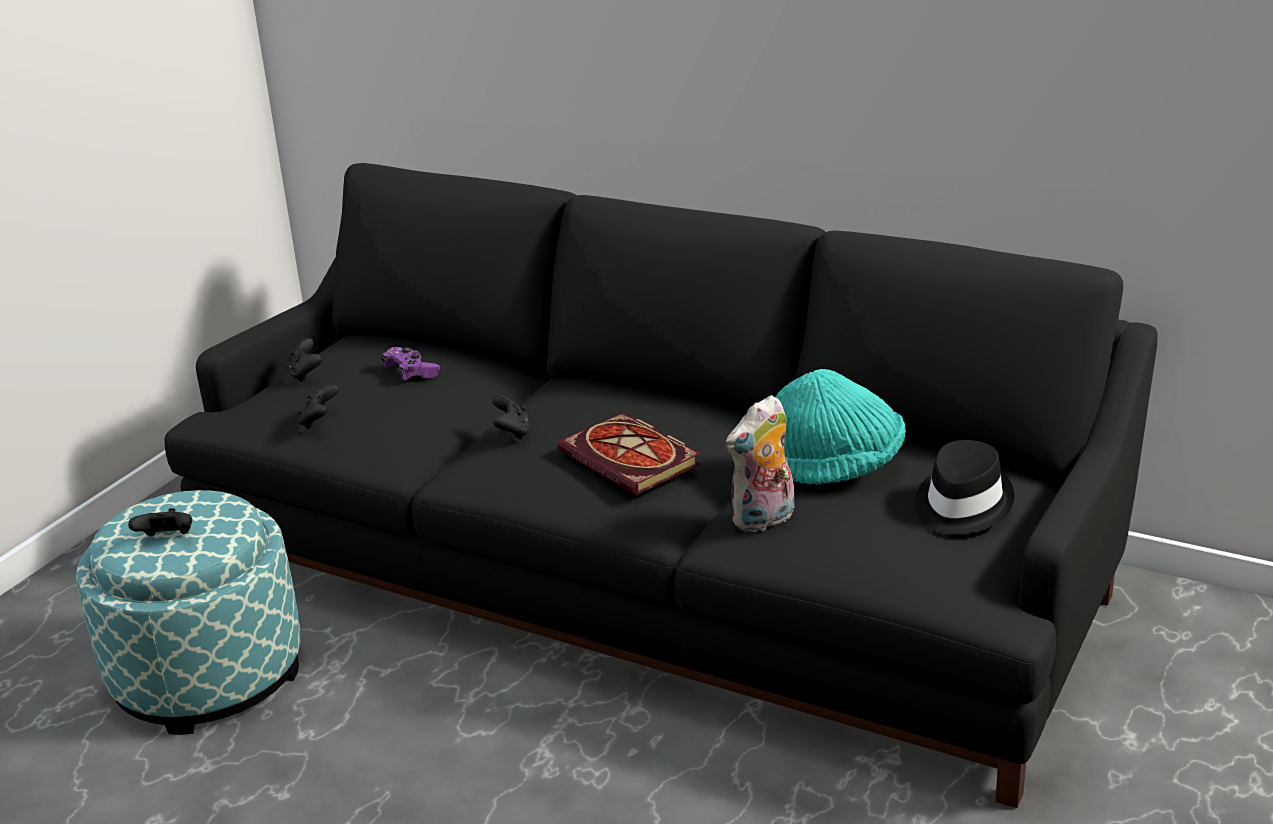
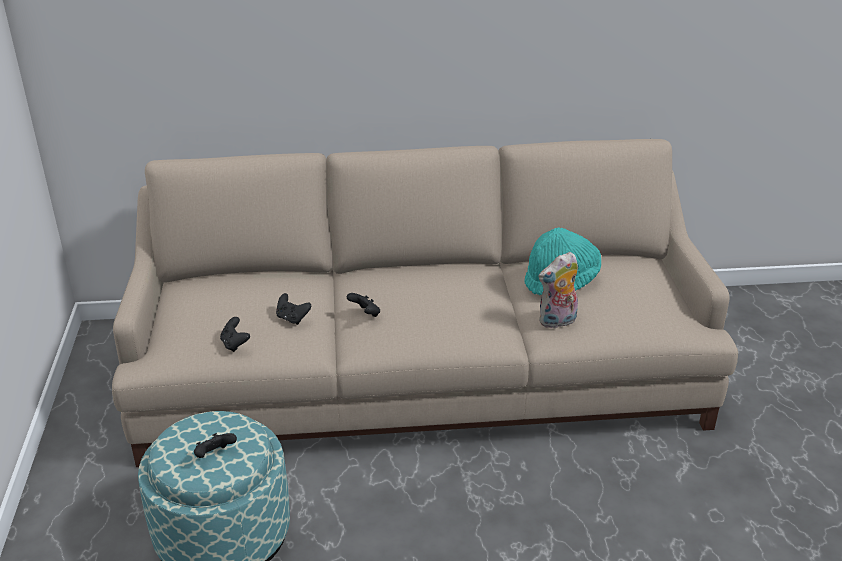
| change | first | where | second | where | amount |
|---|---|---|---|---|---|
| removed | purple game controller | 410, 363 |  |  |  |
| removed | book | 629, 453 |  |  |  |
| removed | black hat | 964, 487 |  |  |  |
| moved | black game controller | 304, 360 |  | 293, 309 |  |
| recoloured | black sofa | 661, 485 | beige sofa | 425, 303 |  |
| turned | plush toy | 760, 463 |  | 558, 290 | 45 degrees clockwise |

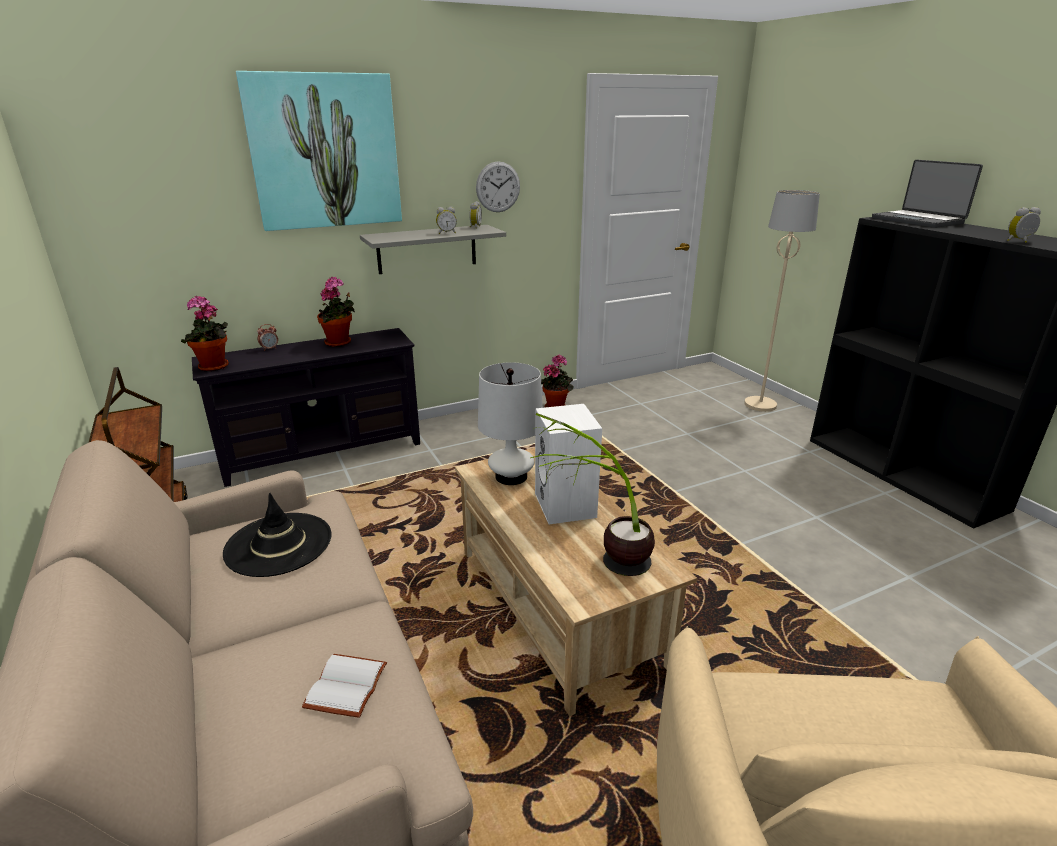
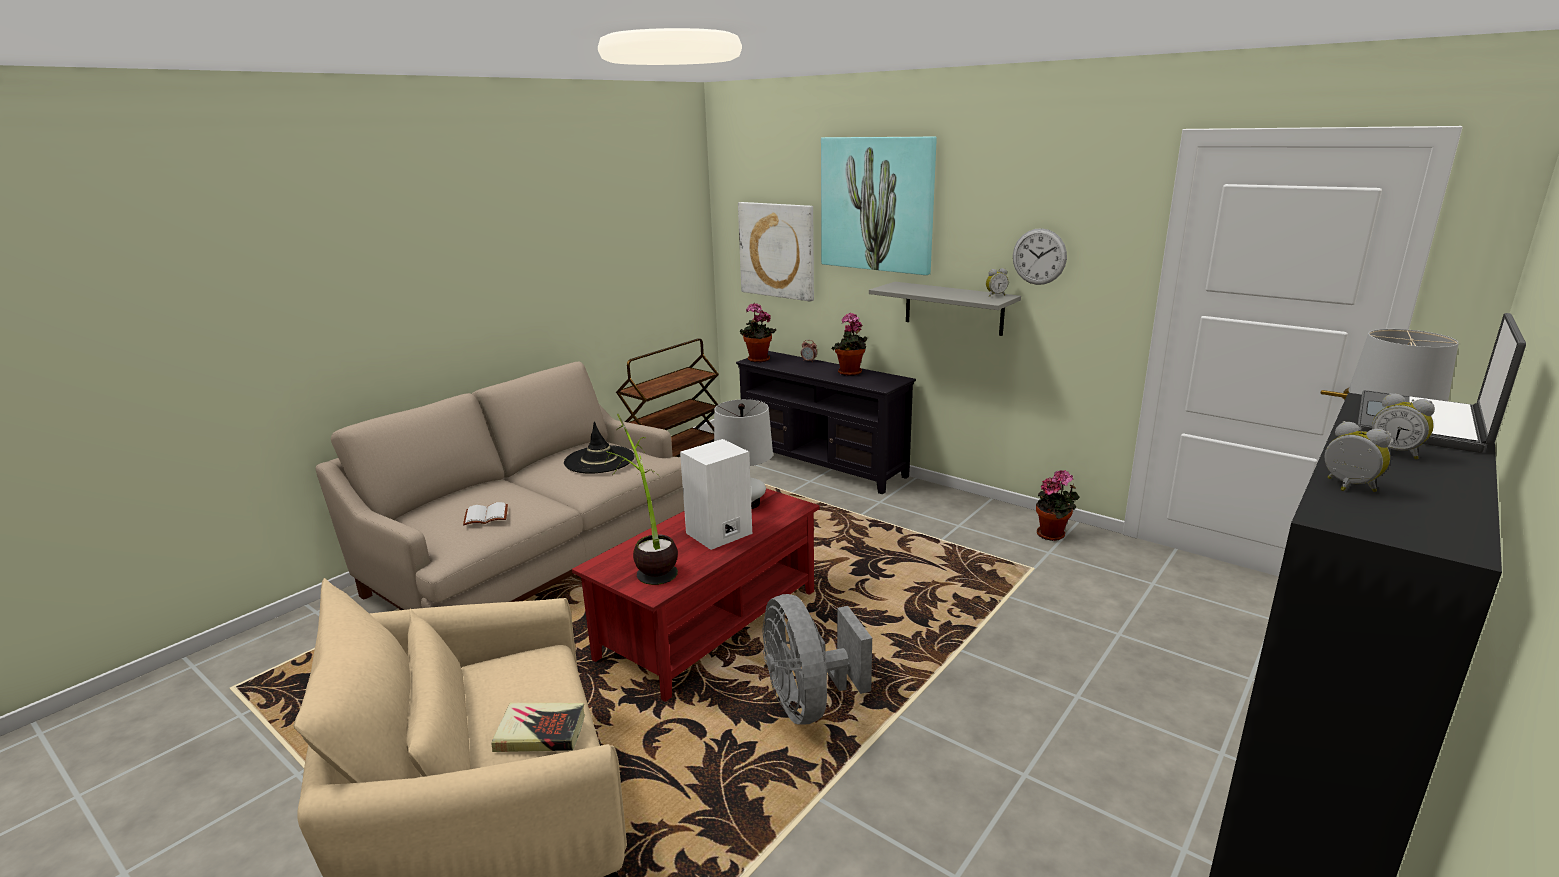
| change | first | where | second | where | amount |
|---|---|---|---|---|---|
| added |  |  | book | 538, 727 |  |
| added |  |  | picture | 776, 252 |  |
| added |  |  | grey fan | 817, 659 |  |
| moved | alarm clock | 446, 220 |  | 1403, 426 |  |
| recoloured | beige coffee table | 576, 582 | red coffee table | 696, 595 |  |

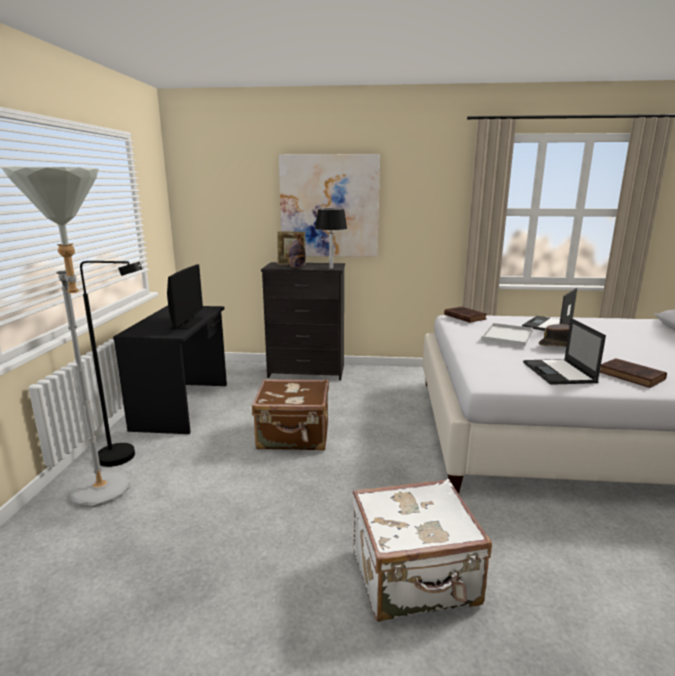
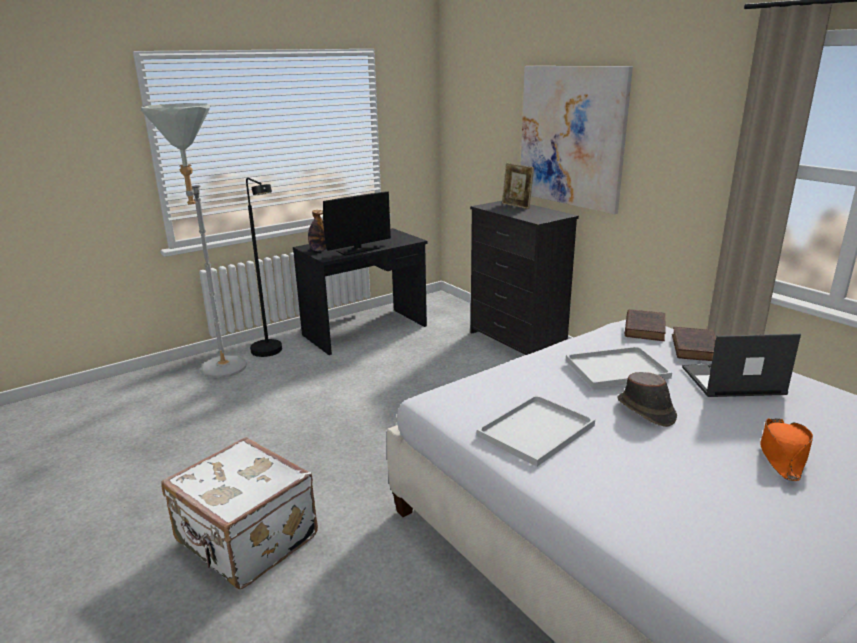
| change | first | where | second | where | amount |
|---|---|---|---|---|---|
| removed | brown suitcase | 290, 414 |  |  |  |
| removed | black table lamp | 331, 238 |  |  |  |
| added |  |  | orange hat | 786, 449 |  |
| moved | bottle | 297, 250 |  | 317, 230 |  |
| moved | brown book | 633, 373 |  | 694, 344 |  |
| replaced | laptop | 564, 351 | white tray | 536, 431 |  |

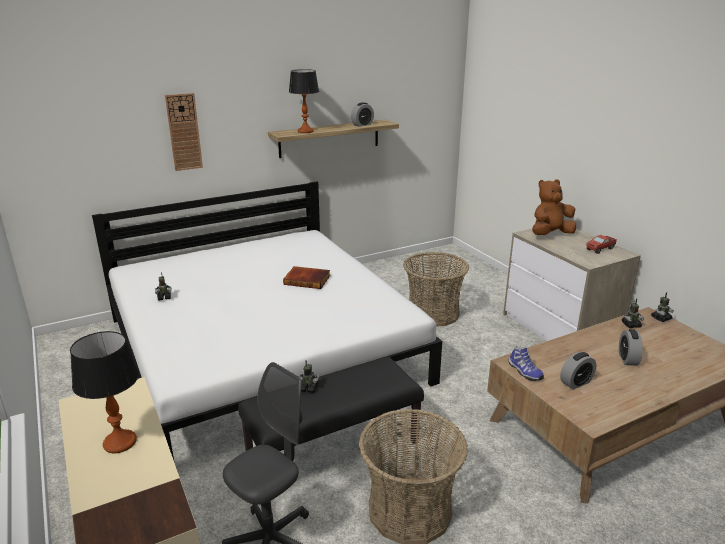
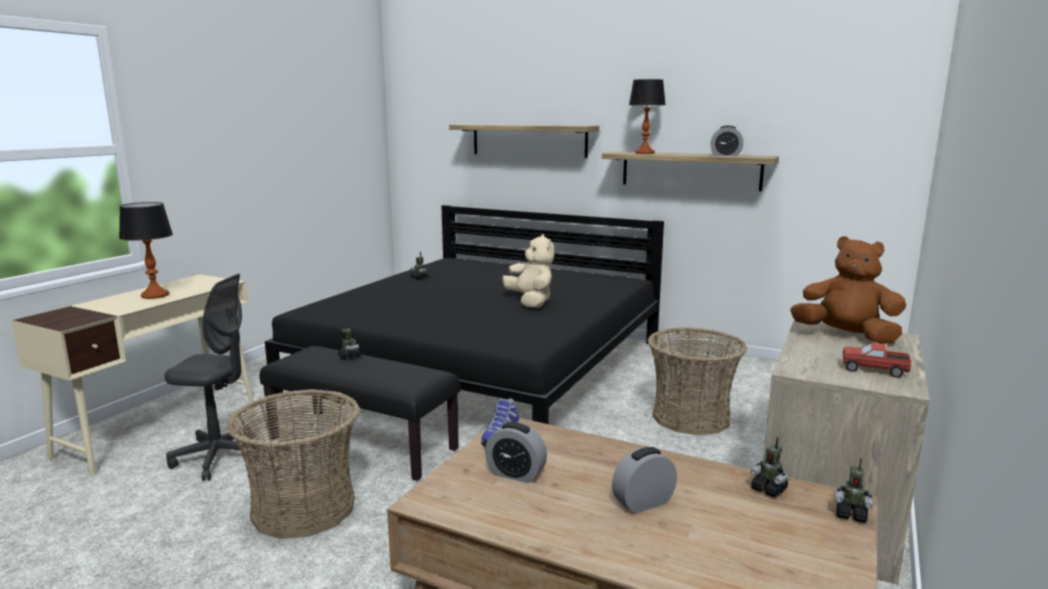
| change | first | where | second | where | amount |
|---|---|---|---|---|---|
| replaced | wall clock | 184, 132 | shelf | 524, 141 |  |
| replaced | book | 306, 277 | beige plush toy | 528, 271 |  |
| recoloured | white bed | 267, 322 | black bed | 464, 314 |  |

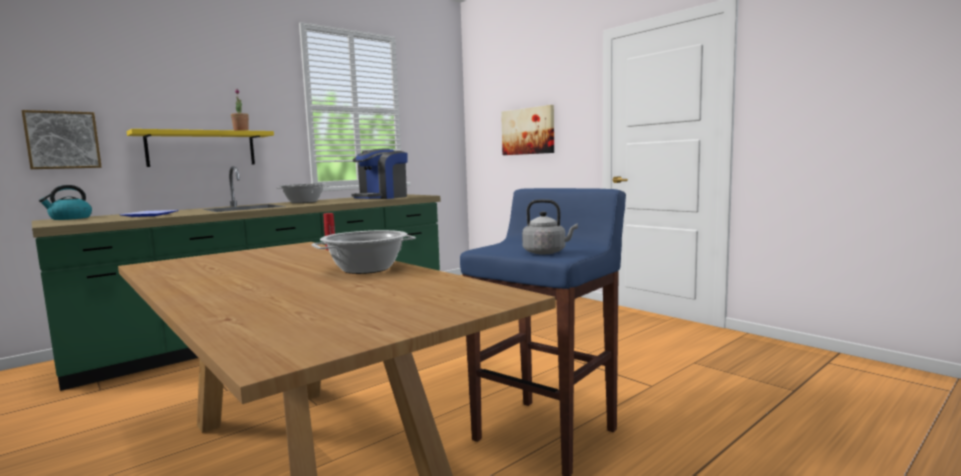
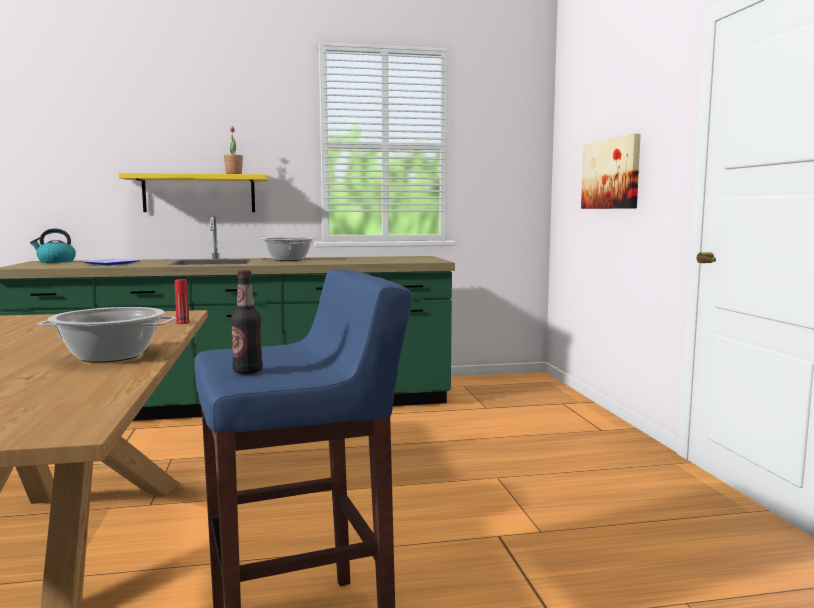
| change | first | where | second | where | amount |
|---|---|---|---|---|---|
| removed | picture | 61, 139 |  |  |  |
| removed | coffee machine | 380, 174 |  |  |  |
| replaced | grey kettle | 550, 226 | bottle | 247, 322 |  |

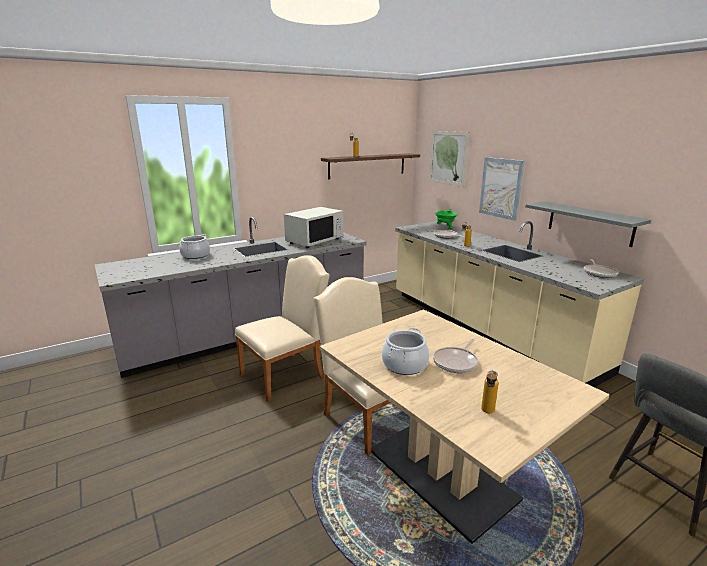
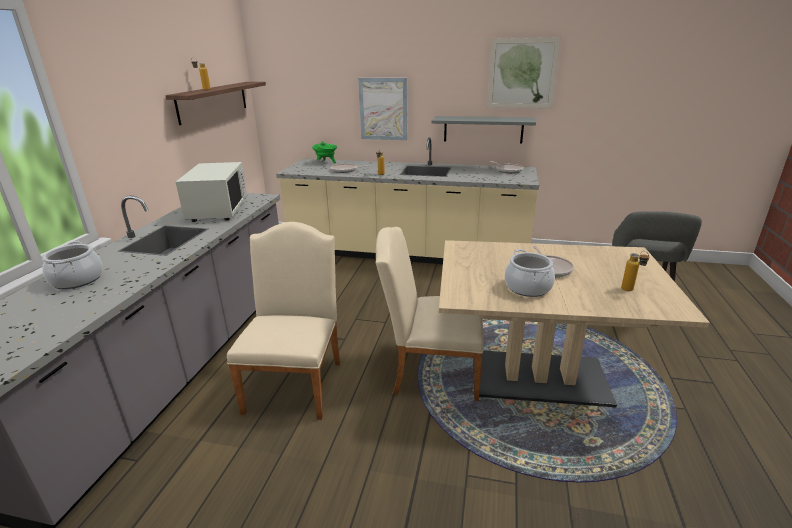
| change | first | where | second | where | amount |
|---|---|---|---|---|---|
| moved | picture | 449, 159 |  | 524, 73 |  |

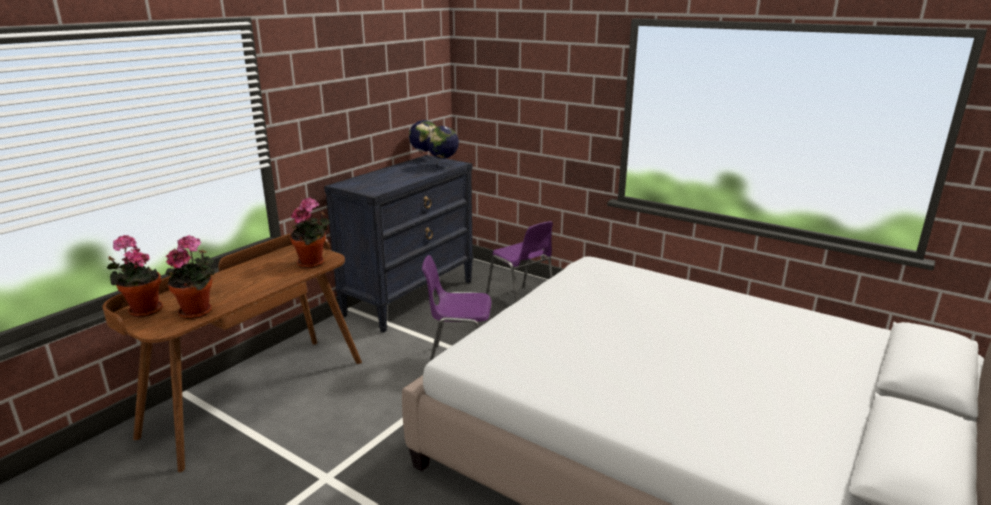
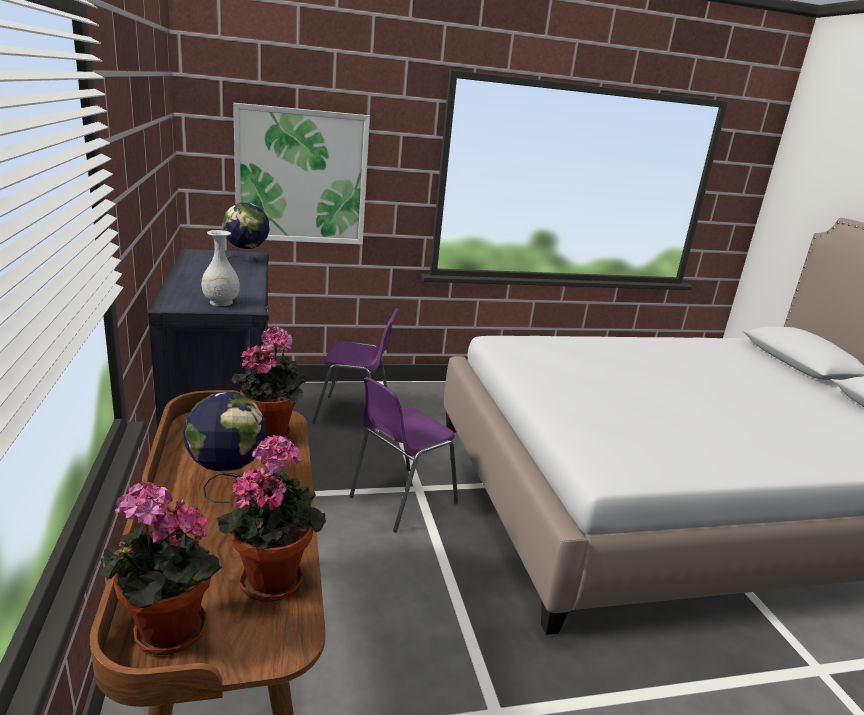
| change | first | where | second | where | amount |
|---|---|---|---|---|---|
| added |  |  | white vase | 220, 268 |  |
| added |  |  | picture | 301, 174 |  |
| moved | globe | 422, 141 |  | 224, 447 |  |

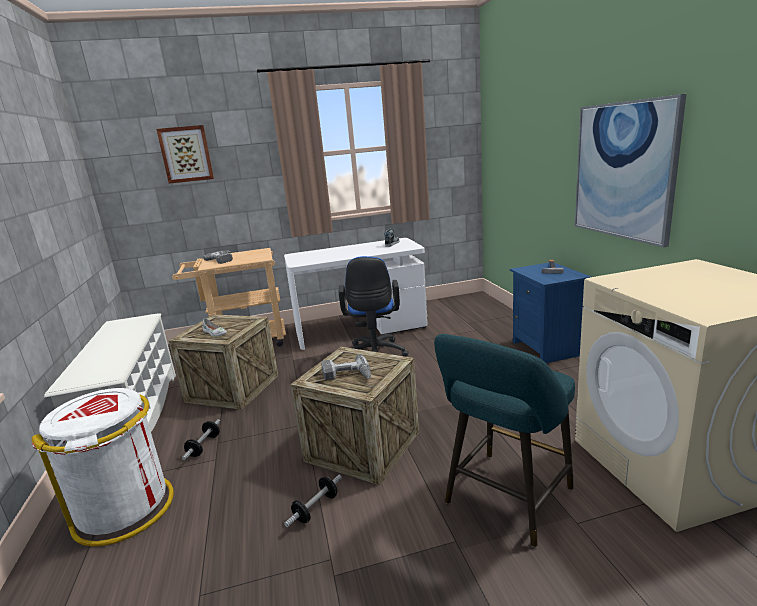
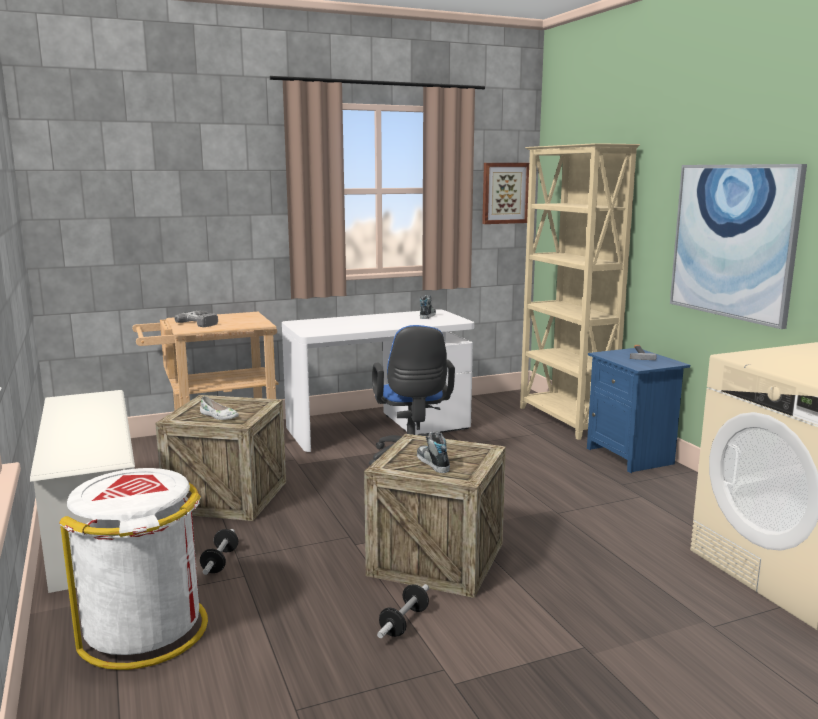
| change | first | where | second | where | amount |
|---|---|---|---|---|---|
| removed | turquoise stool | 504, 440 |  |  |  |
| added |  |  | beige bookcase | 580, 291 |  |
| moved | picture | 185, 154 |  | 505, 193 |  |
| replaced | power drill | 346, 367 | shoe | 433, 452 |  |

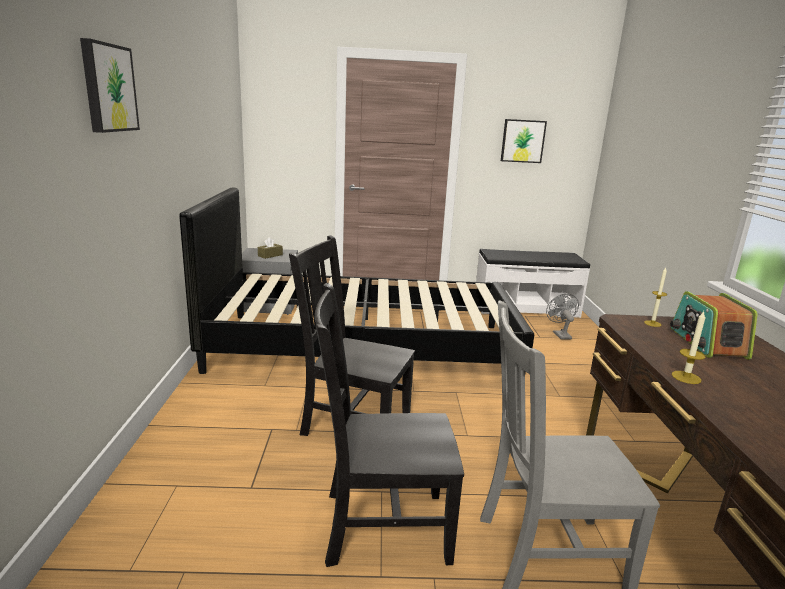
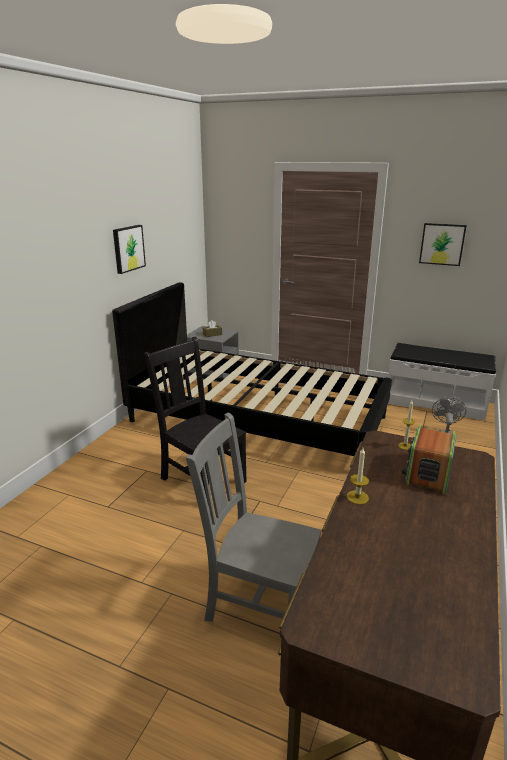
| change | first | where | second | where | amount |
|---|---|---|---|---|---|
| removed | black chair | 389, 425 |  |  |  |
| moved | picture | 110, 85 |  | 129, 249 |  |

